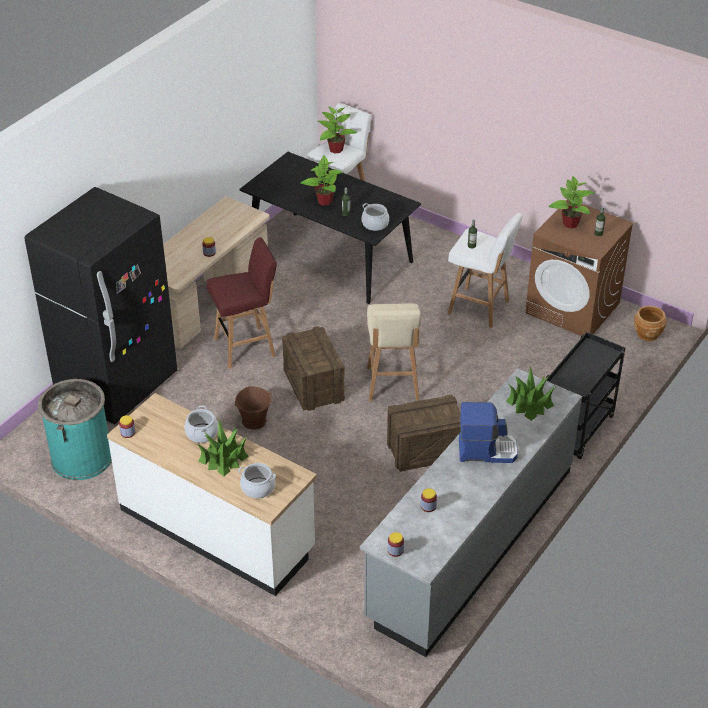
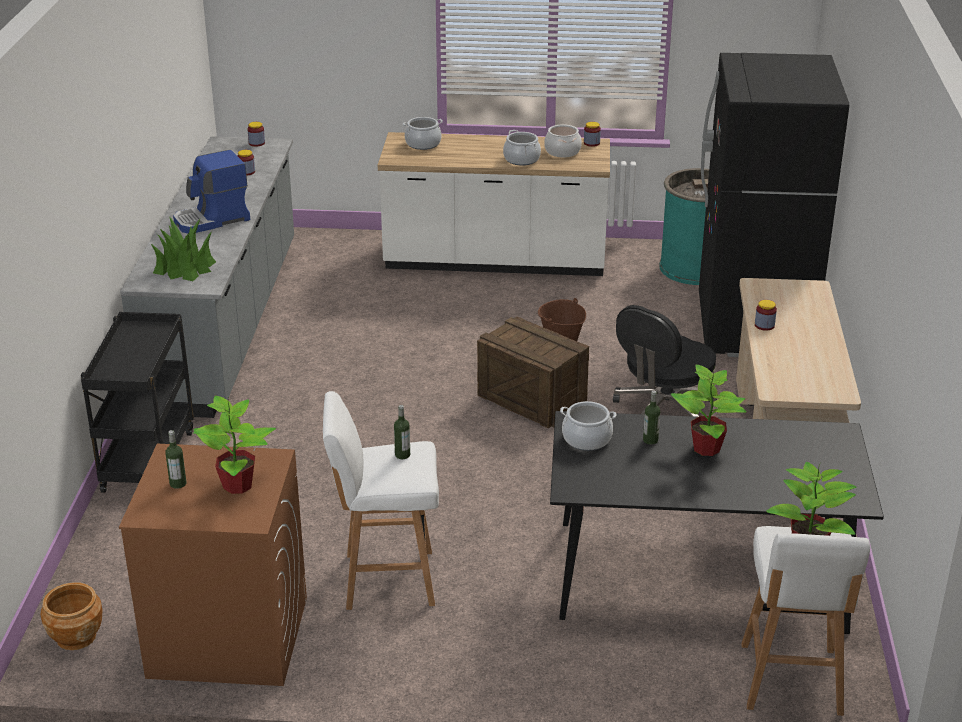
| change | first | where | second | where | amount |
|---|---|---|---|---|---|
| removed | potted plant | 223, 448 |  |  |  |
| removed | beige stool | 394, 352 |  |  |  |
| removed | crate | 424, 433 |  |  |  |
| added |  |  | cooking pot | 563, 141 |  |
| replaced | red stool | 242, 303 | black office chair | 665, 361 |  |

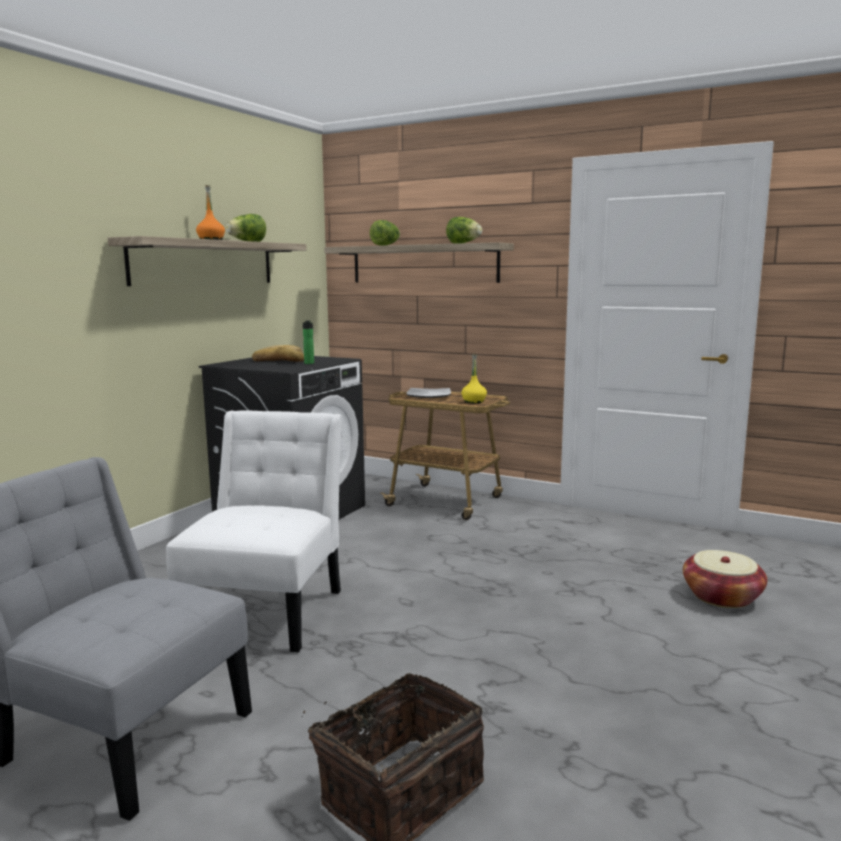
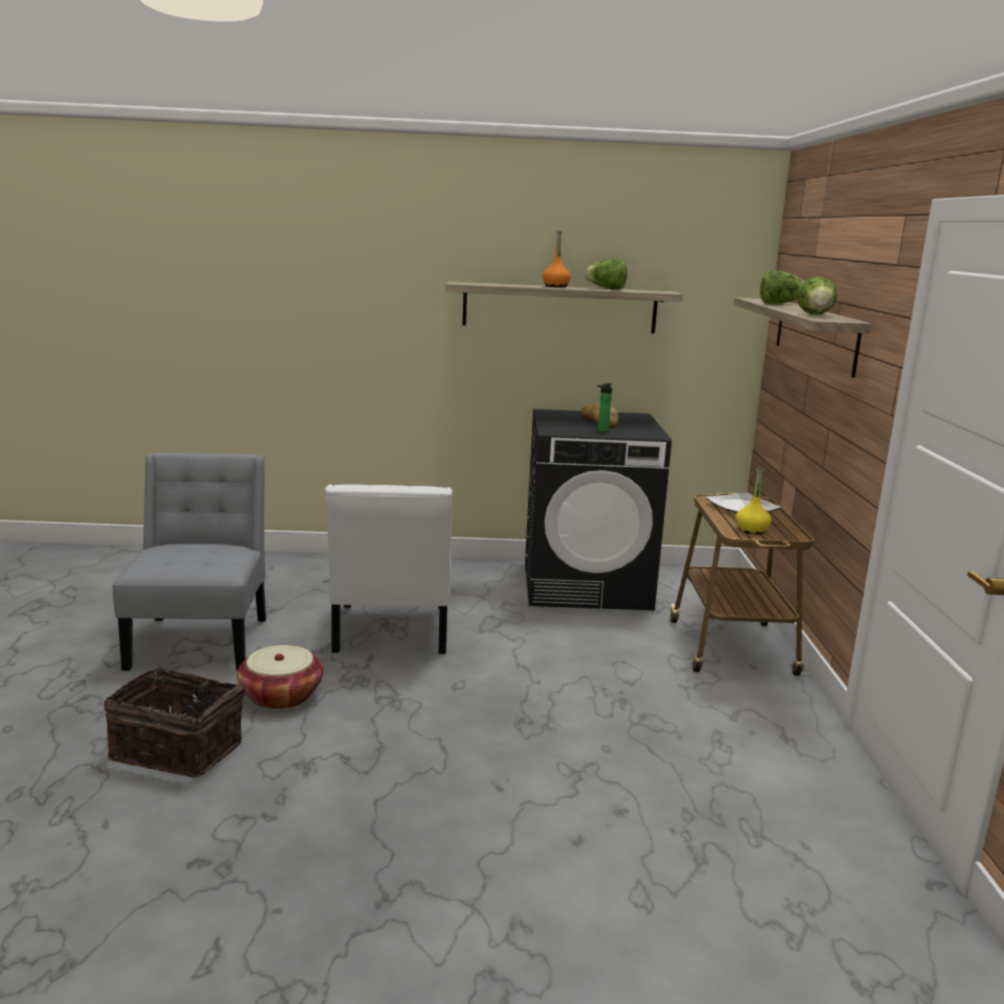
| change | first | where | second | where | amount |
|---|---|---|---|---|---|
| moved | basket | 725, 579 |  | 280, 677 |  |
| turned | white chair | 254, 531 |  | 388, 569 | 105 degrees clockwise |

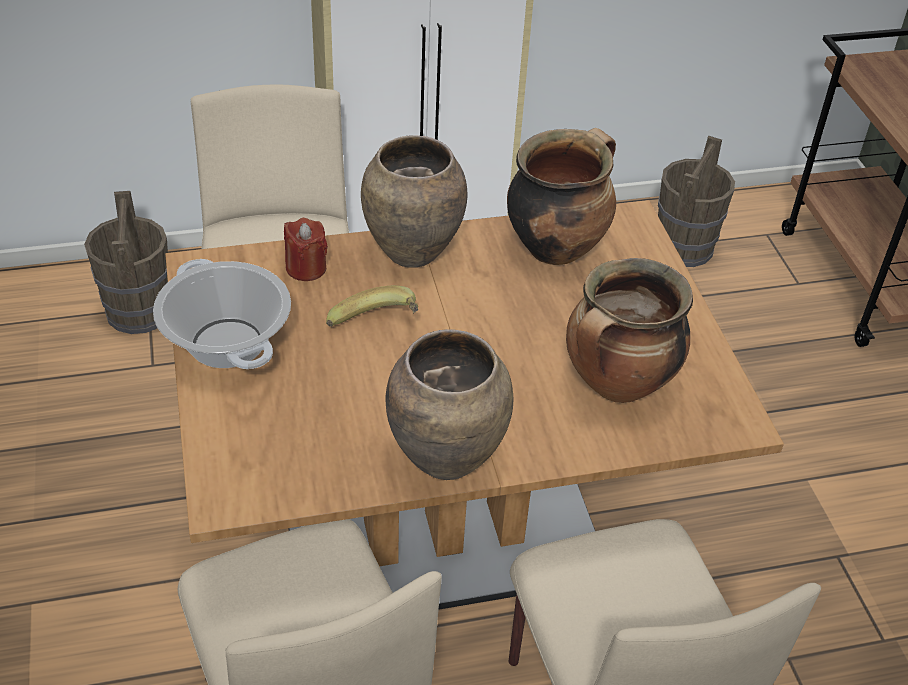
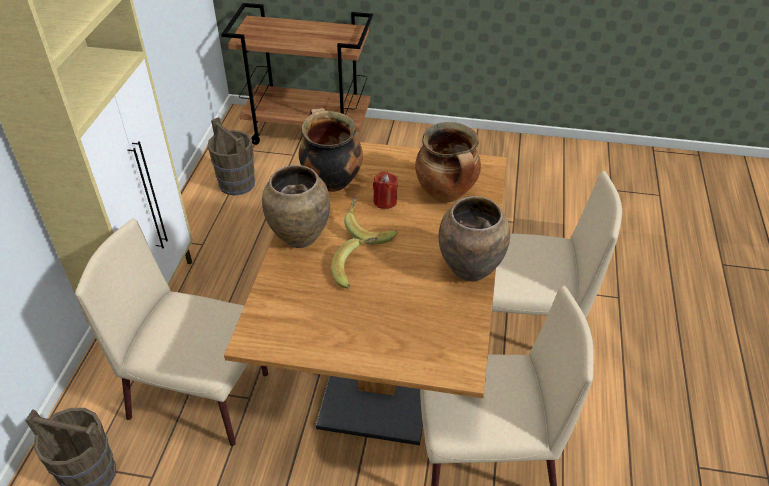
| change | first | where | second | where | amount |
|---|---|---|---|---|---|
| removed | cooking pot | 222, 314 |  |  |  |
| added |  |  | banana | 371, 220 |  |
| moved | red candle | 306, 249 |  | 385, 190 |  |

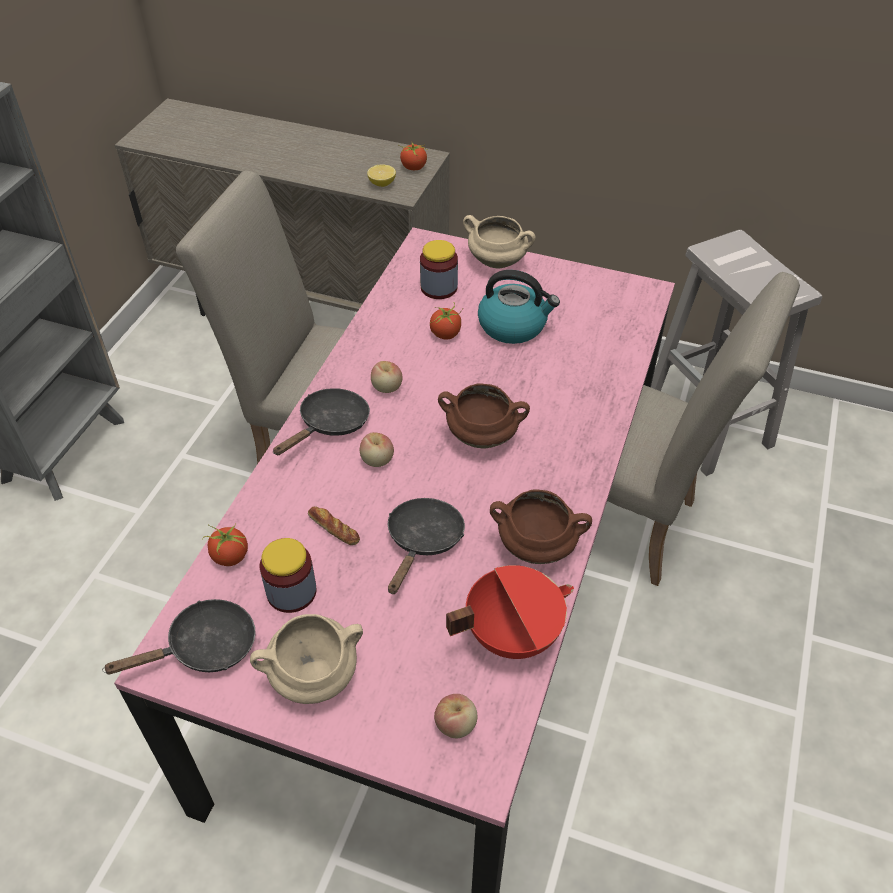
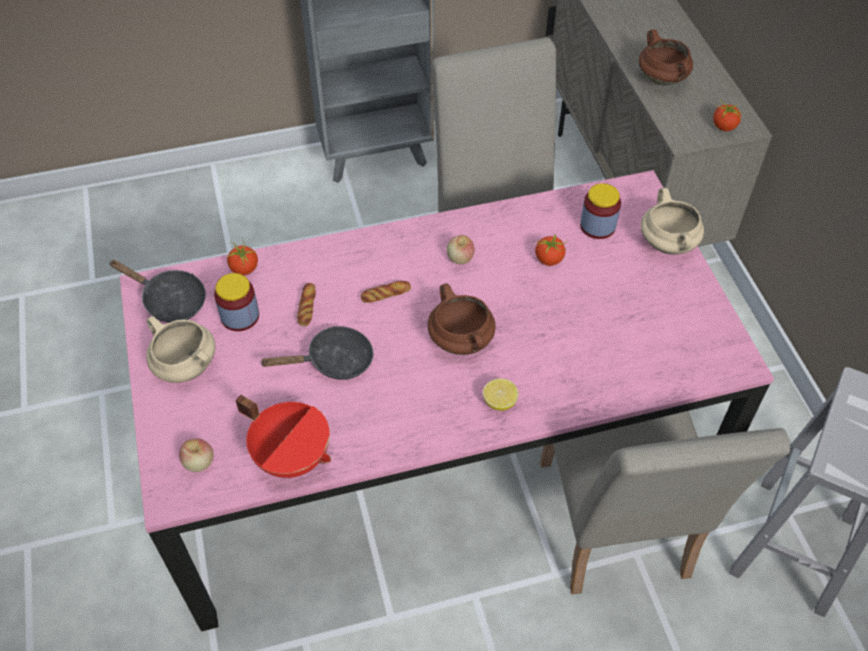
| change | first | where | second | where | amount |
|---|---|---|---|---|---|
| removed | black frying pan | 321, 421 |  |  |  |
| removed | kettle | 519, 307 |  |  |  |
| moved | lemon | 381, 176 |  | 501, 394 |  |
| moved | brown cooking pot | 541, 526 |  | 665, 57 |  |
| replaced | apple | 377, 449 | bread | 386, 292 |  |

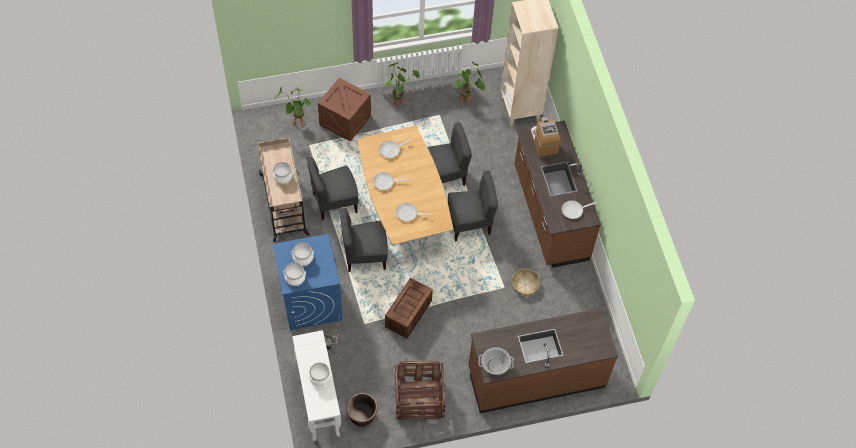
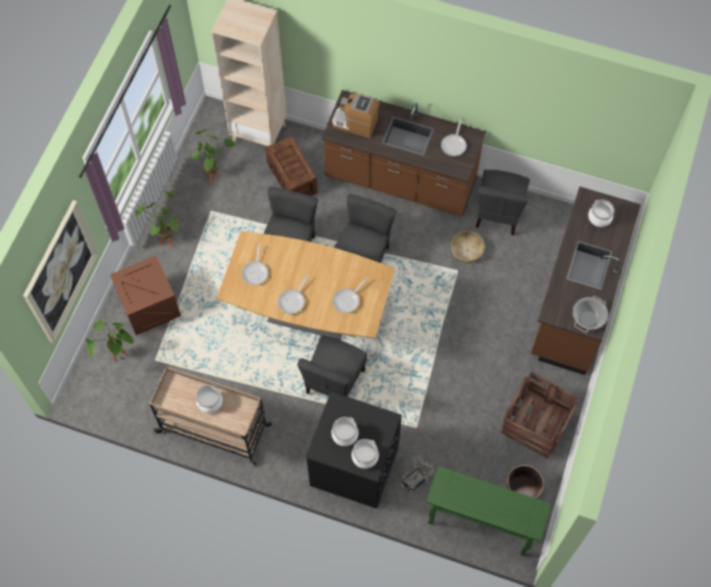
| change | first | where | second | where | amount |
|---|---|---|---|---|---|
| added |  |  | picture | 61, 271 |  |
| moved | grey chair | 333, 188 |  | 503, 202 |  |
| moved | cooking pot | 320, 374 |  | 601, 213 |  |
| moved | crate | 409, 308 |  | 291, 166 |  |
| recoloured | blue washing machine | 308, 282 | black washing machine | 353, 450 |  |
| recoloured | white console table | 316, 385 | green console table | 488, 511 |  |

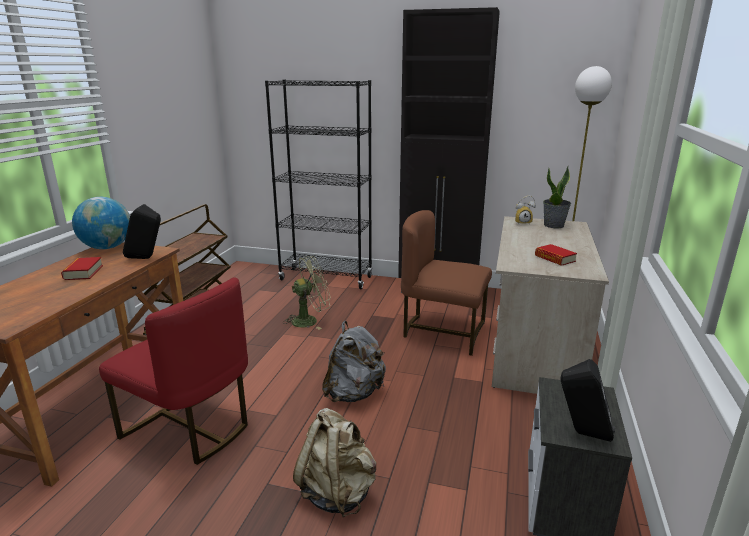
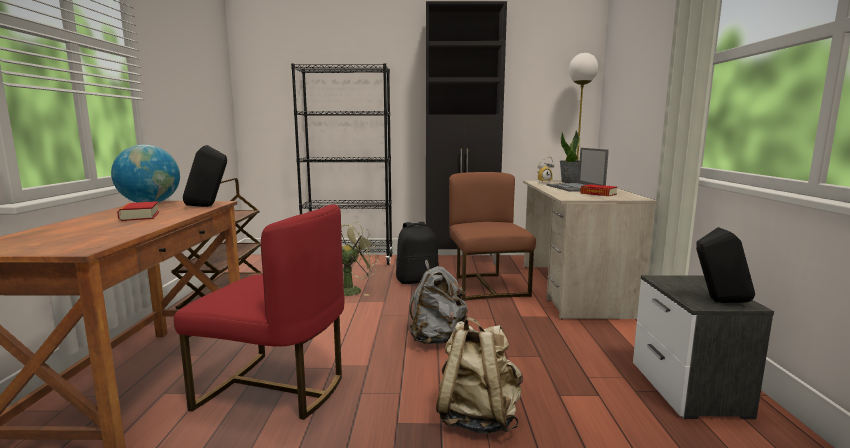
| change | first | where | second | where | amount |
|---|---|---|---|---|---|
| added |  |  | black backpack | 417, 253 |  |
| added |  |  | laptop | 578, 170 |  |
| turned | brown chair | 446, 283 |  | 492, 236 | 75 degrees clockwise |

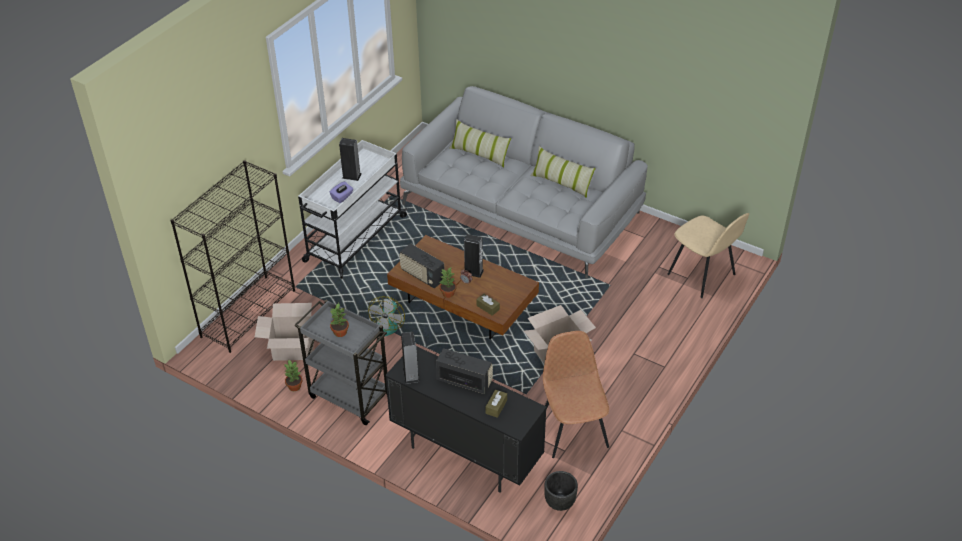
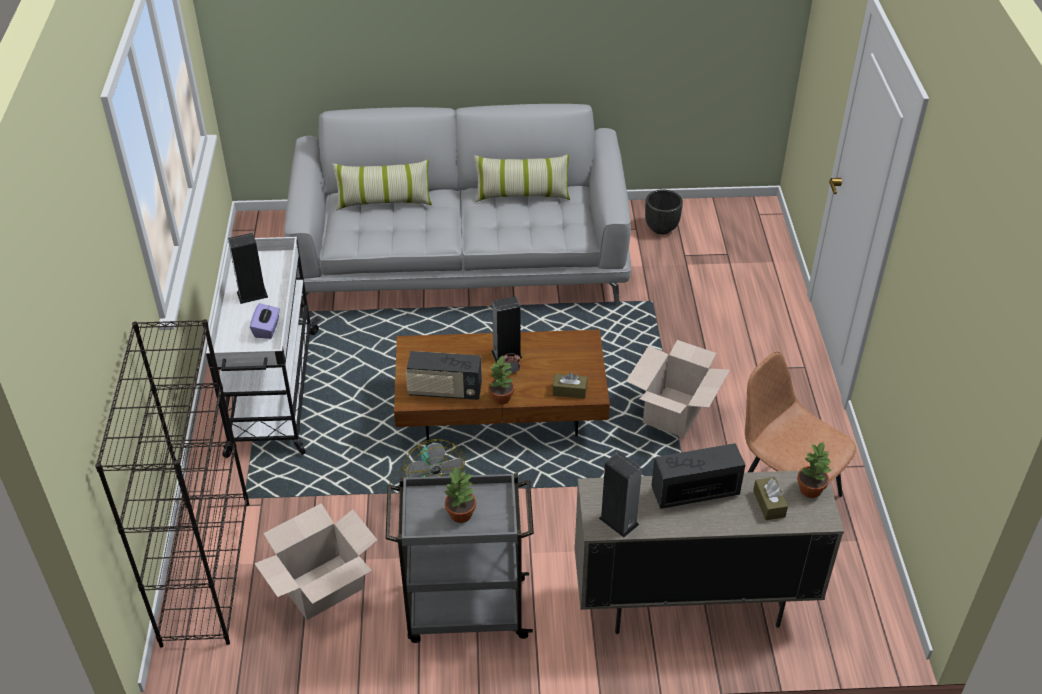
| change | first | where | second | where | amount |
|---|---|---|---|---|---|
| removed | beige chair | 708, 255 |  |  |  |
| moved | potted plant | 293, 375 |  | 814, 469 |  |
| moved | black planter | 561, 491 |  | 664, 211 |  |
| recoloured | black cabinet | 466, 419 | beige cabinet | 709, 552 |  |

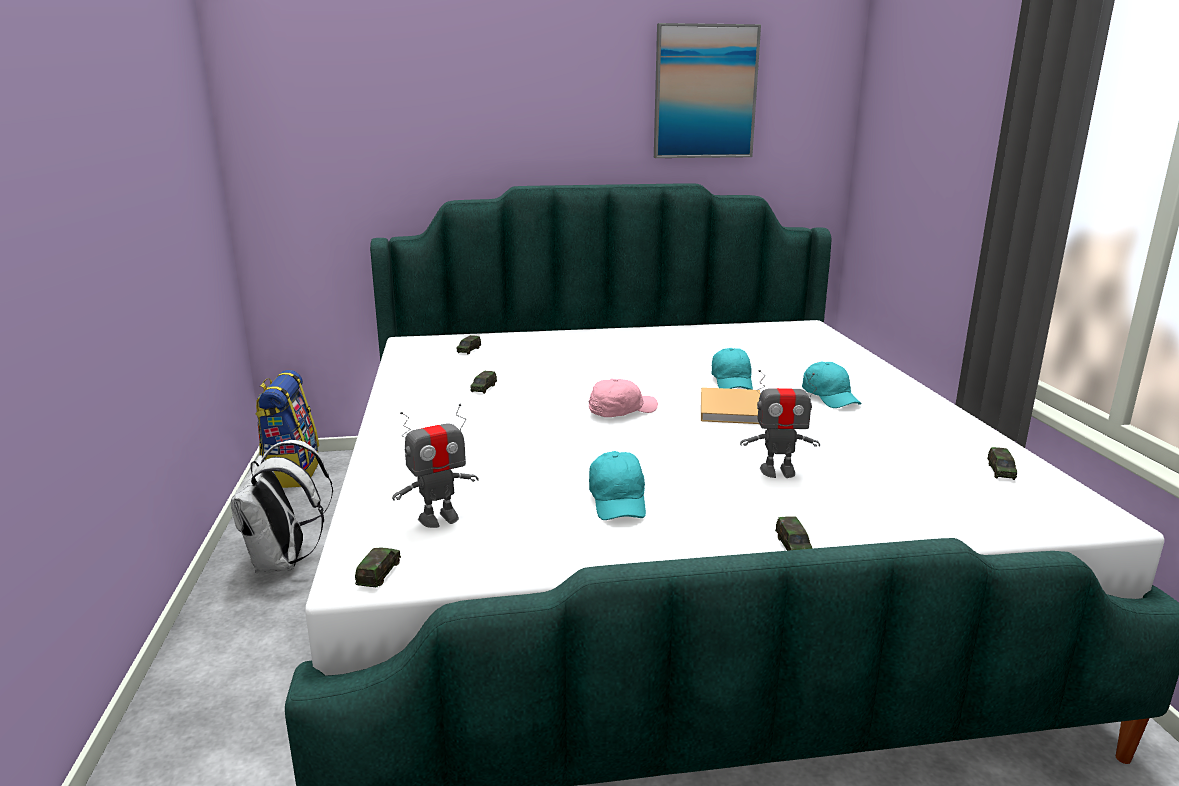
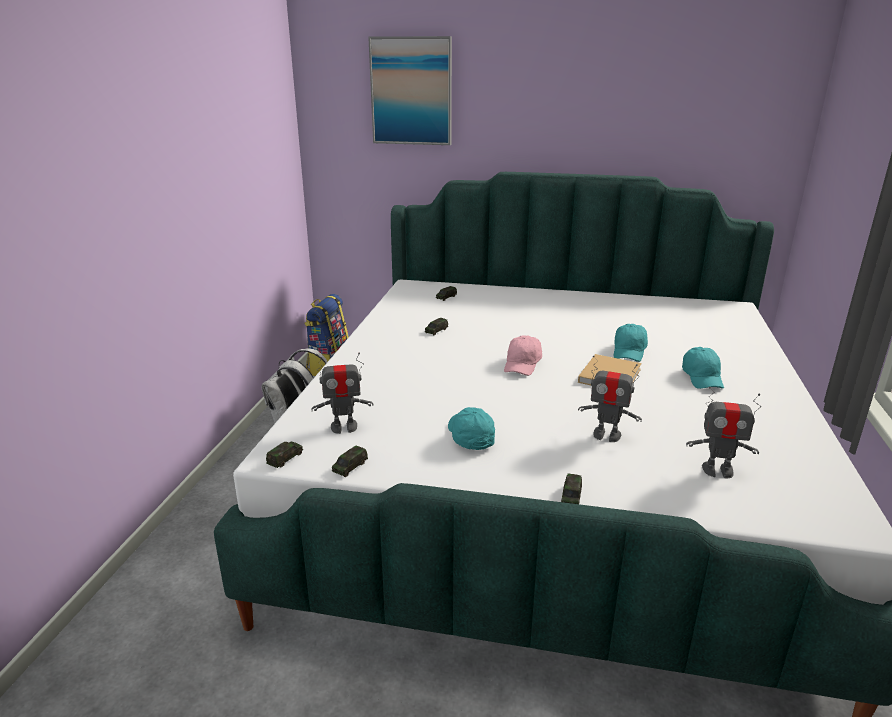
| change | first | where | second | where | amount |
|---|---|---|---|---|---|
| added |  |  | toy robot | 723, 433 |  |
| moved | picture | 707, 90 |  | 410, 90 |  |
| moved | toy car | 1002, 463 |  | 350, 461 |  |
| turned | pink cap | 623, 397 |  | 523, 355 | 120 degrees clockwise |
| turned | turquoise cap | 617, 485 |  | 471, 428 | 150 degrees clockwise |

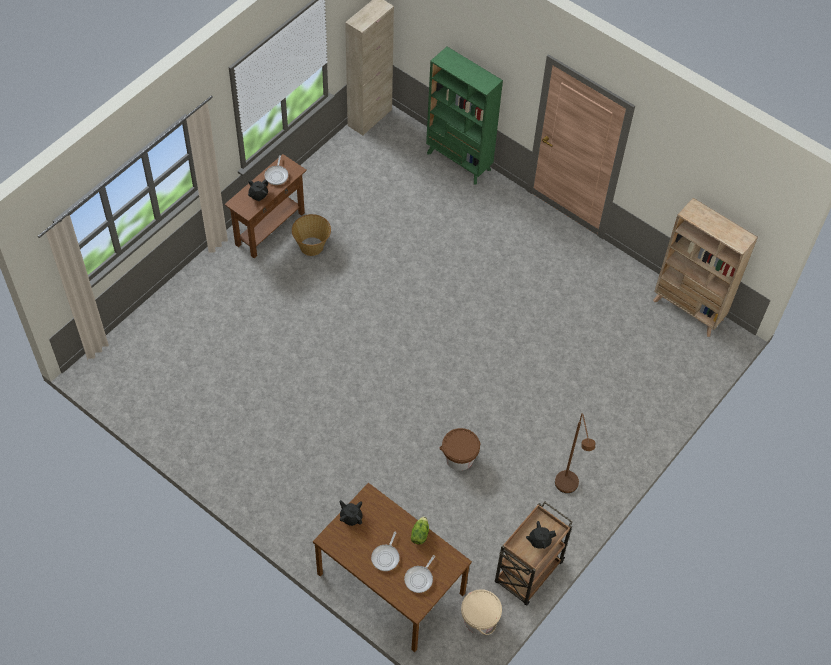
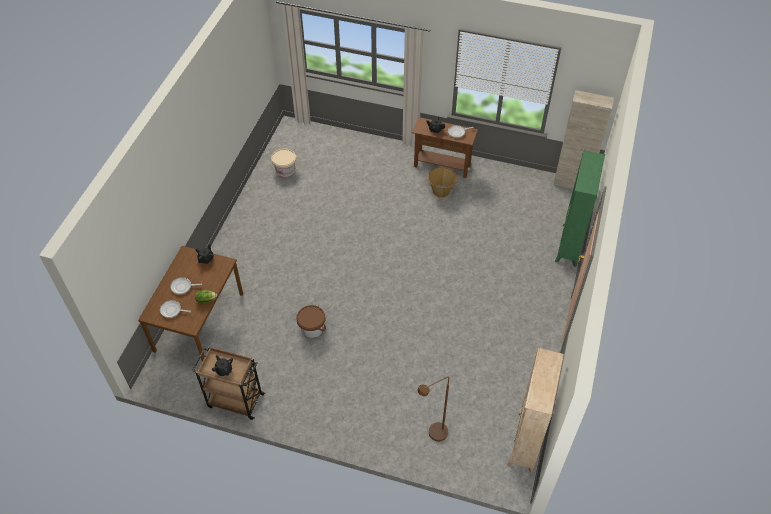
| change | first | where | second | where | amount |
|---|---|---|---|---|---|
| moved | beige bucket | 481, 612 |  | 284, 163 |  |
| moved | brown floor lamp | 575, 453 |  | 433, 409 |  |

